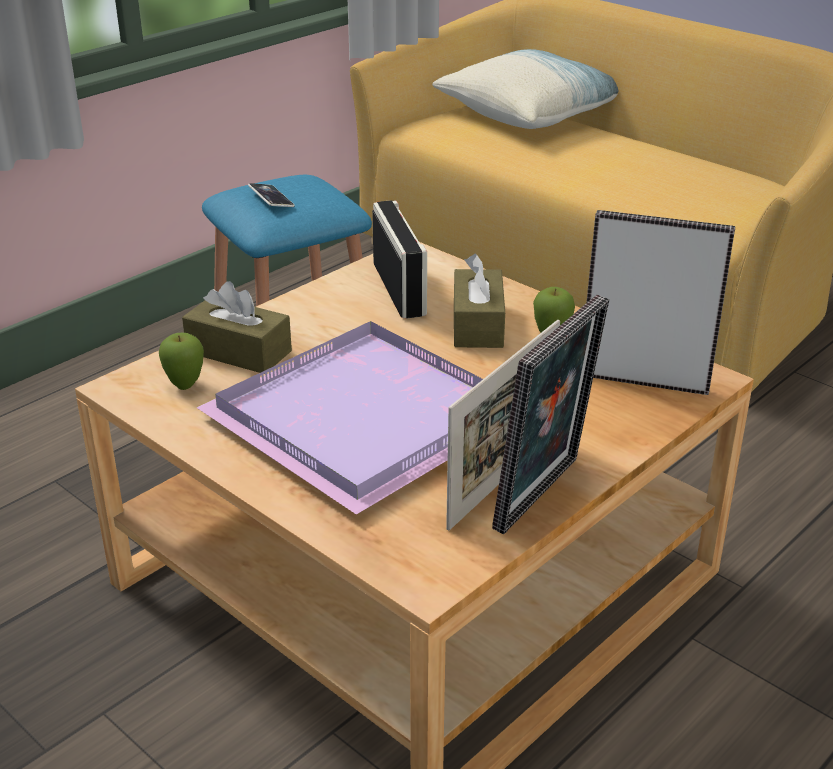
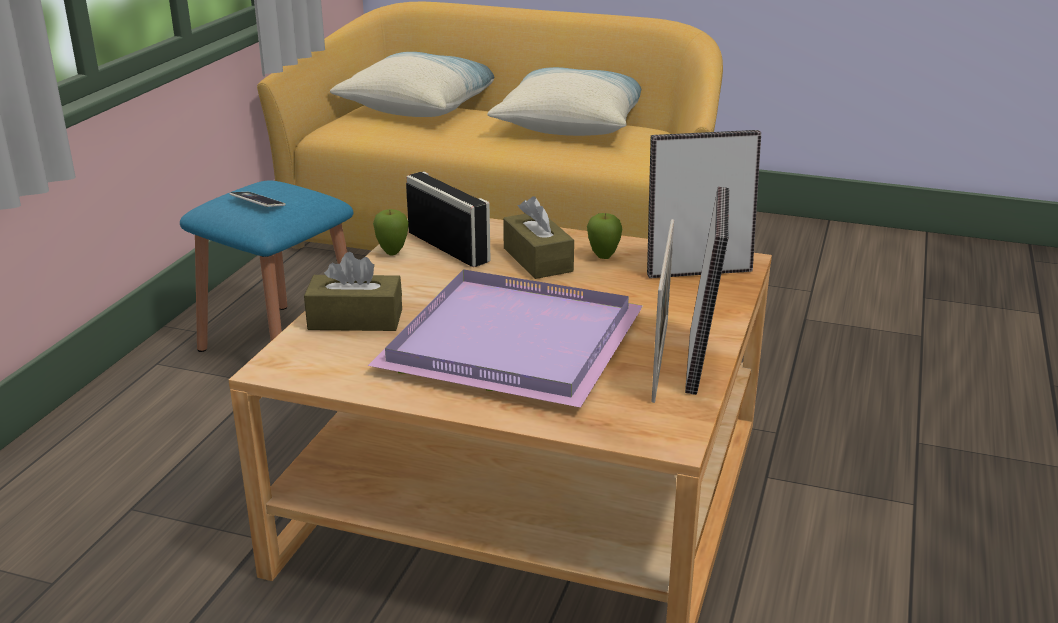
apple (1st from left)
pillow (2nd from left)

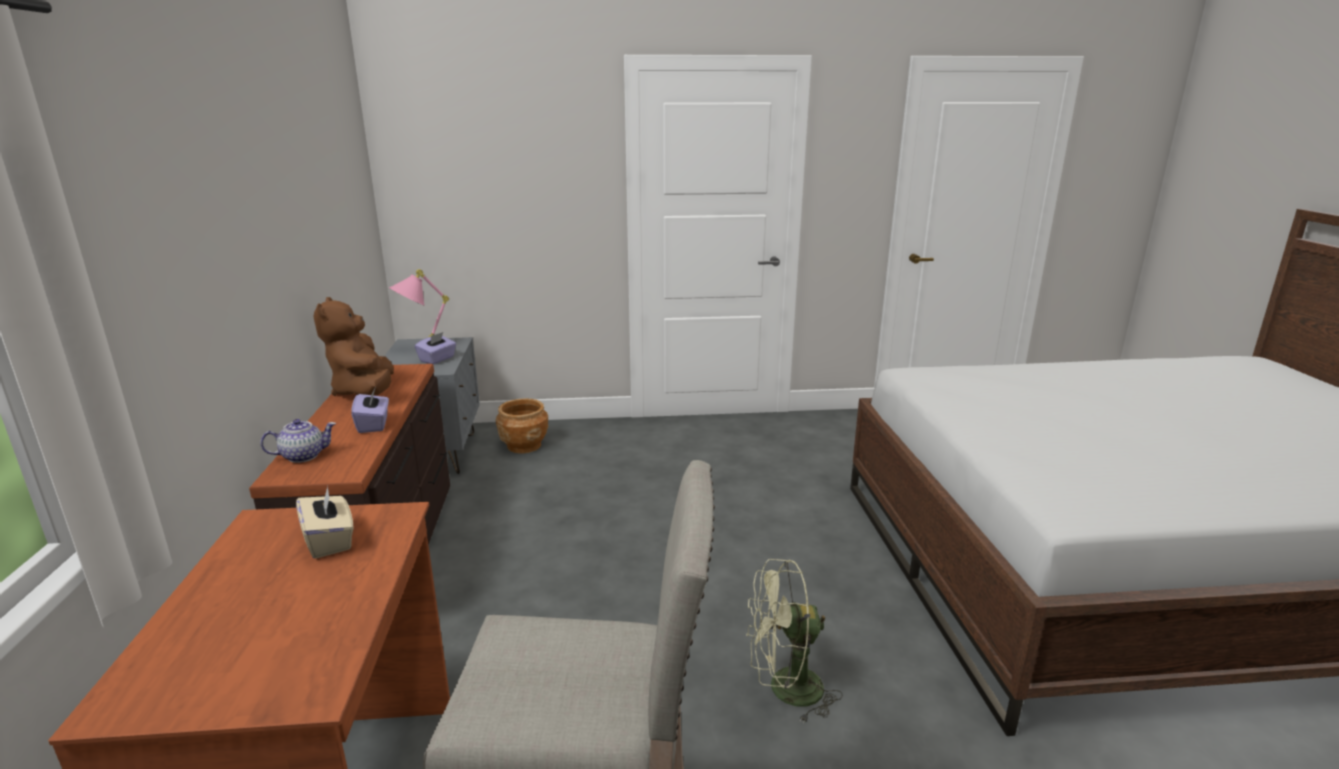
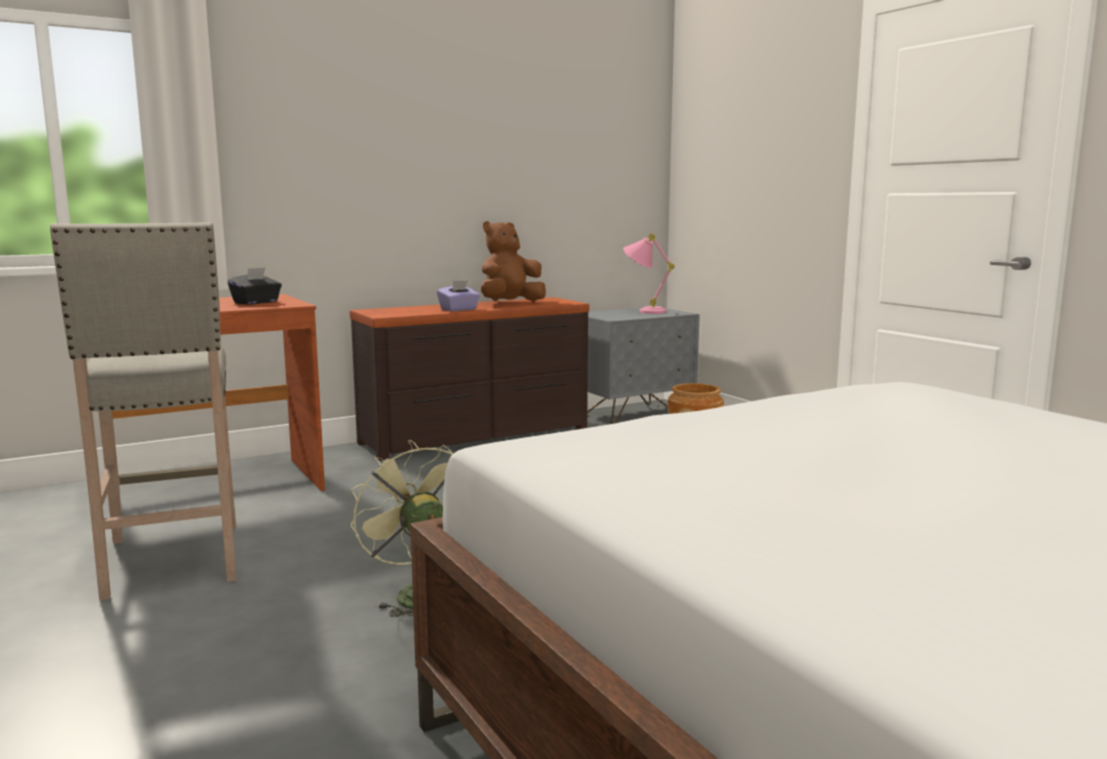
purple tissue box (2nd from left in the first image)
teapot
black tissue box

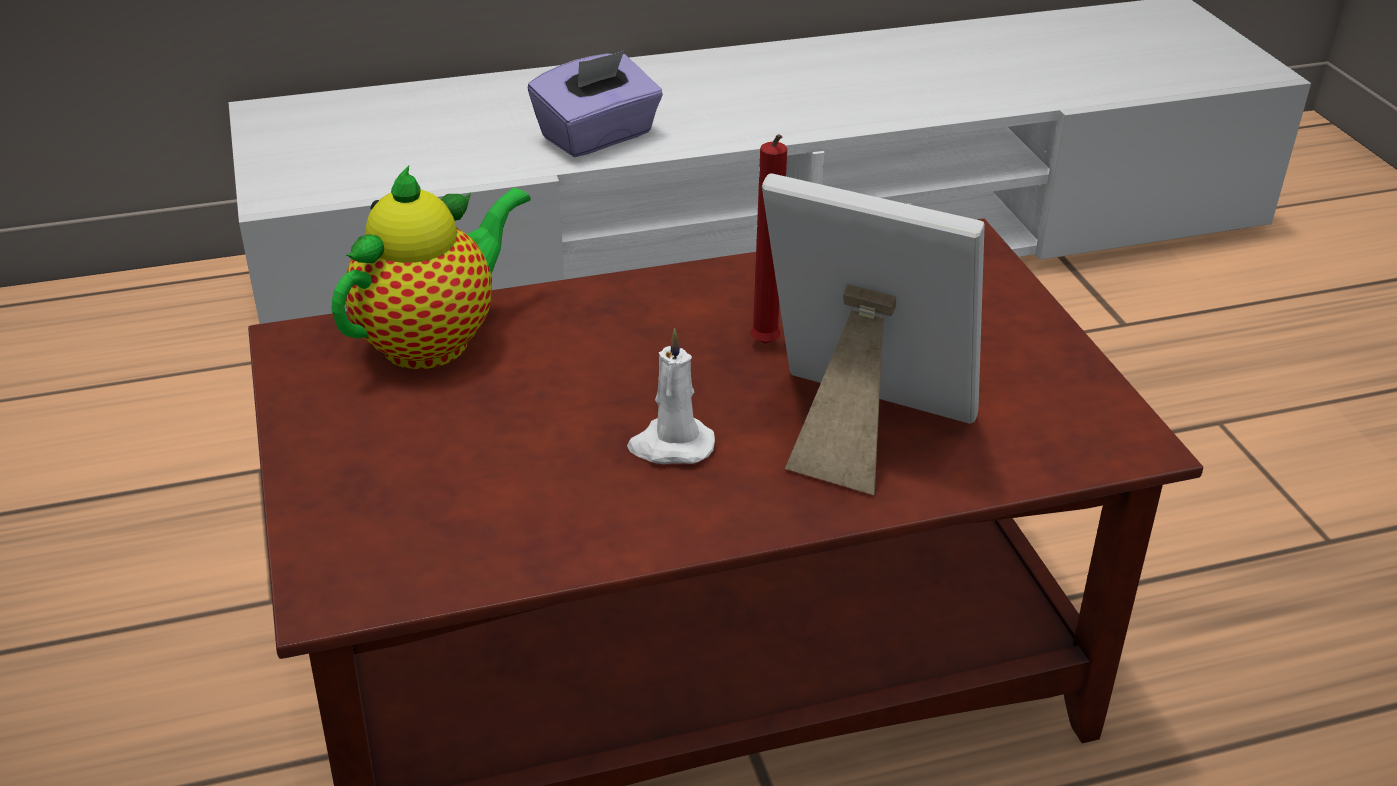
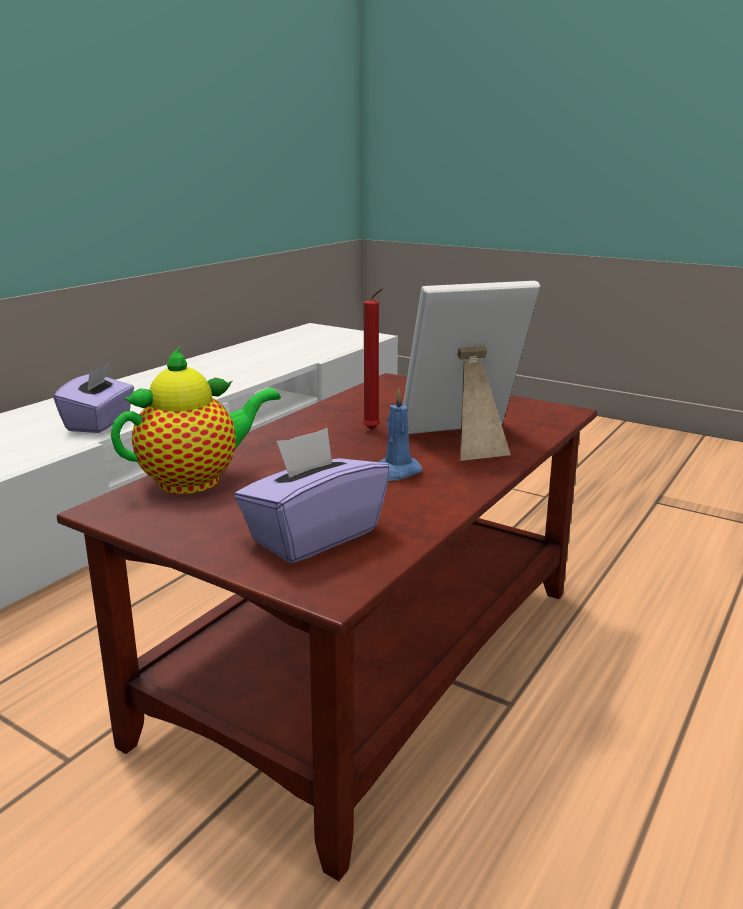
teapot
blue candle
purple tissue box (2nd from left)

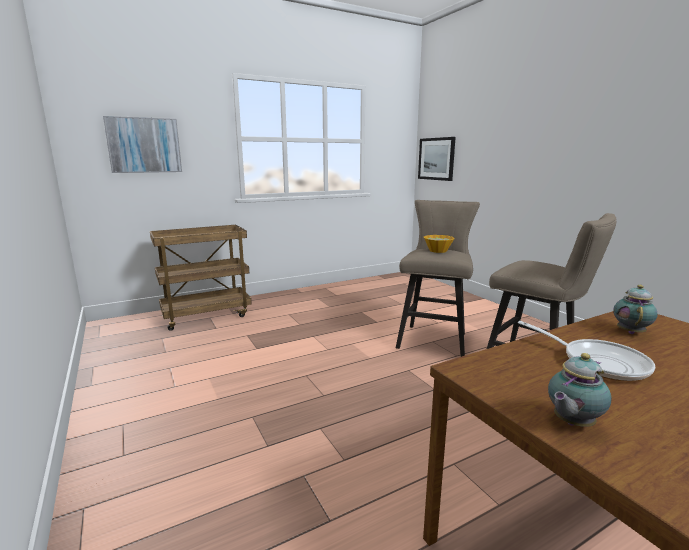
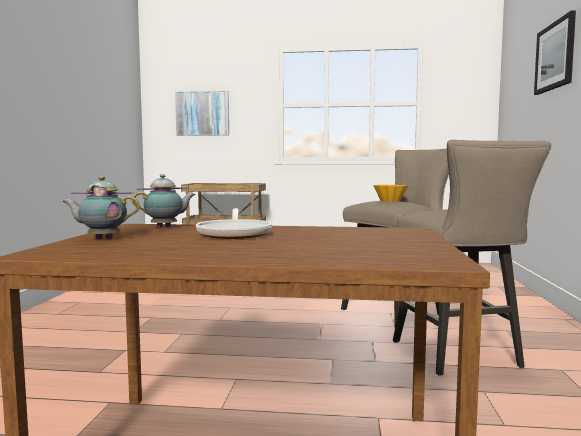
picture (2nd from left)
teapot (2nd from left)

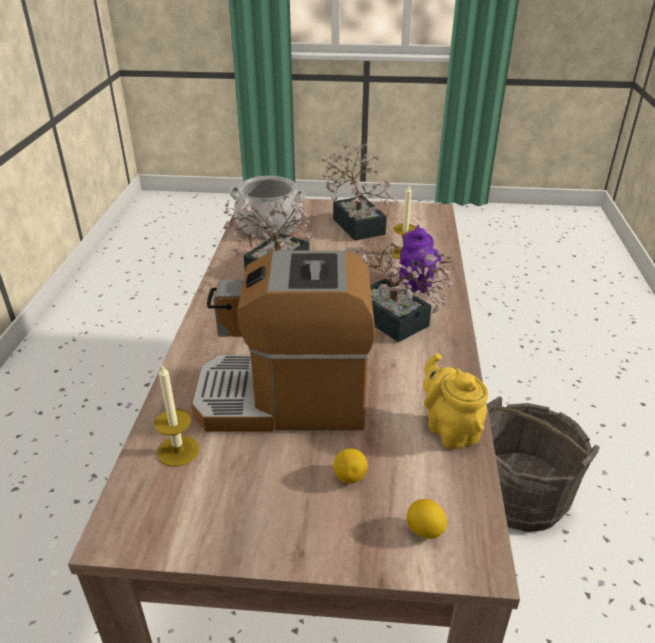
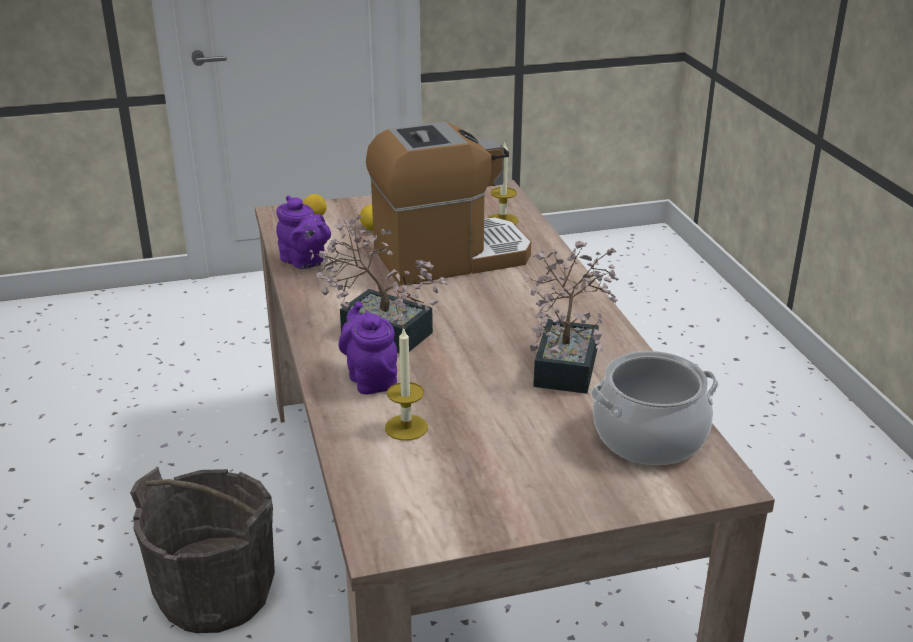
potted plant (2nd from left in the first image)
purple teapot (1st from left)

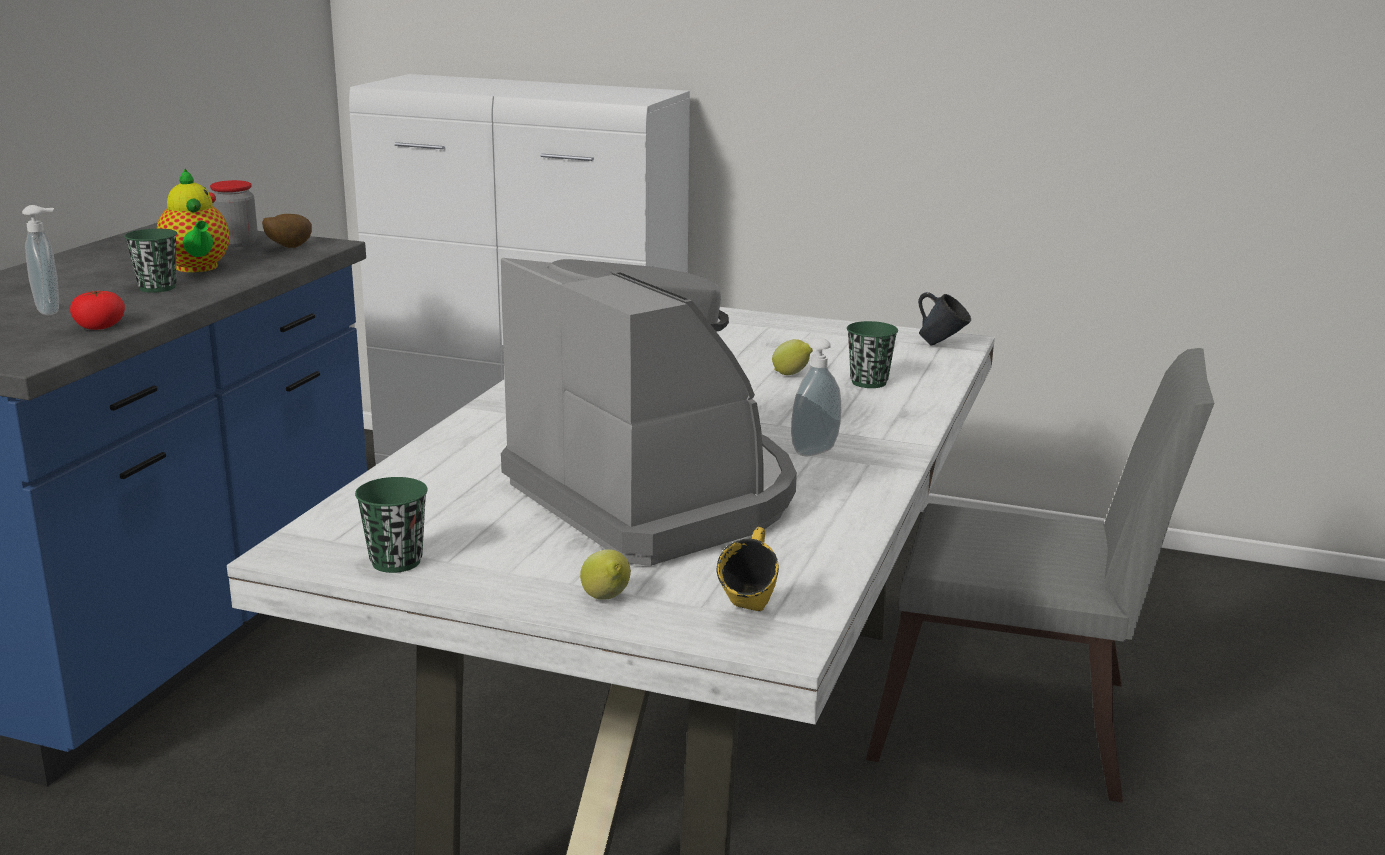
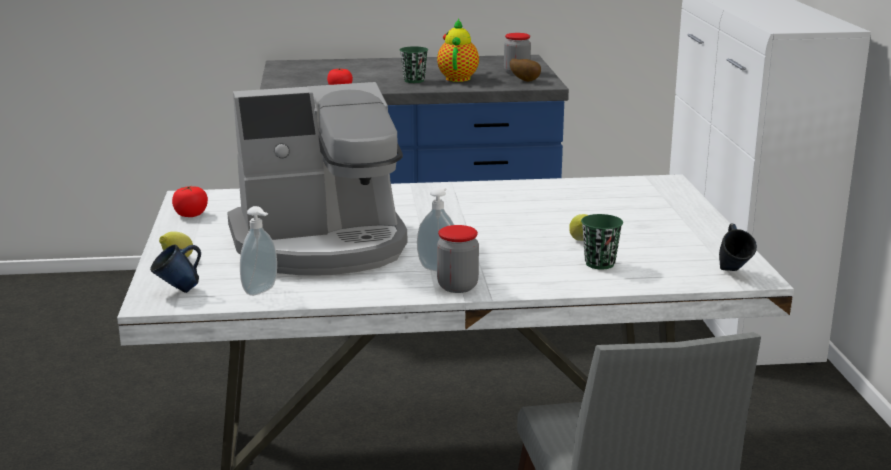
teapot
soap dispenser (1st from left)
coffee machine
tomato (1st from left)
blue mug (1st from left)
jar (1st from left)

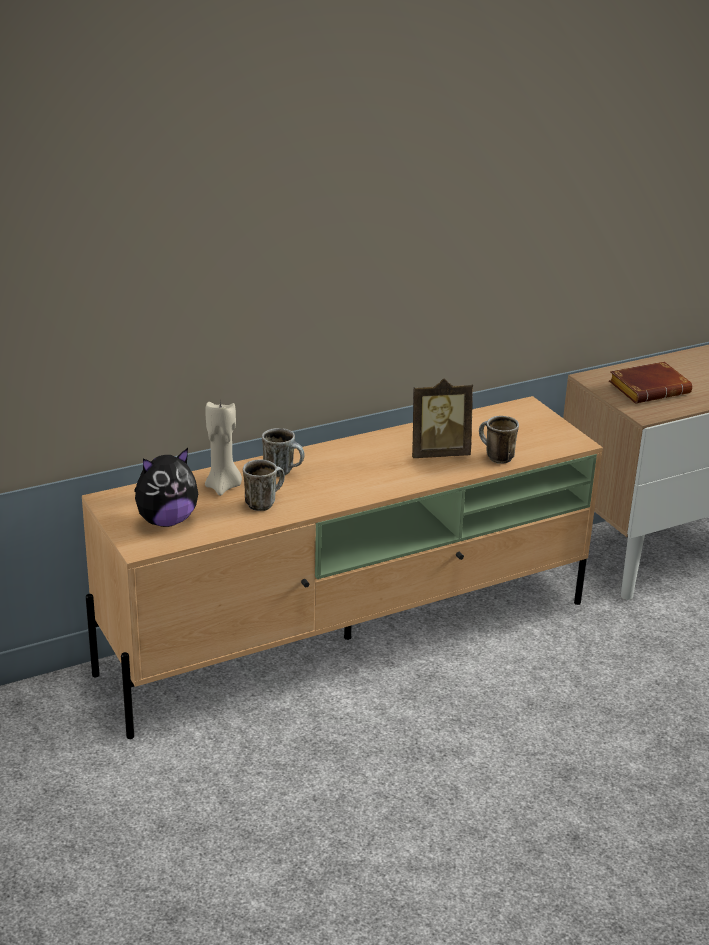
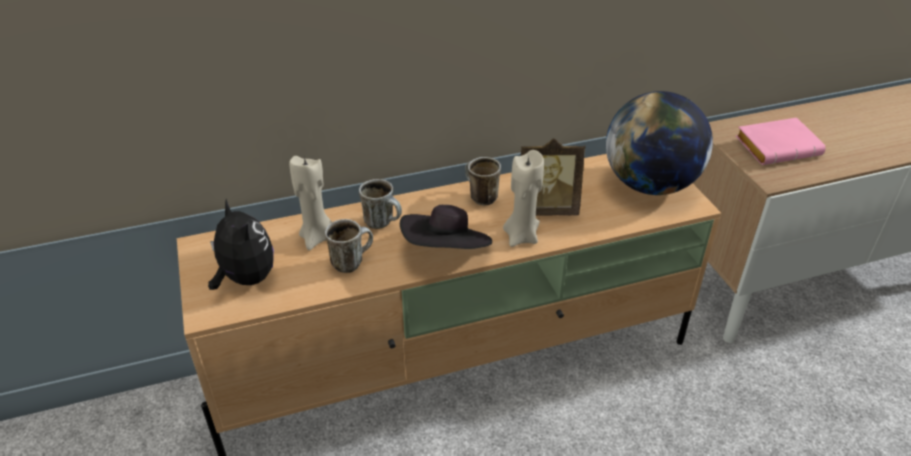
pink book
mug (3rd from left)
plush toy
globe
beige candle (2nd from left)
black hat

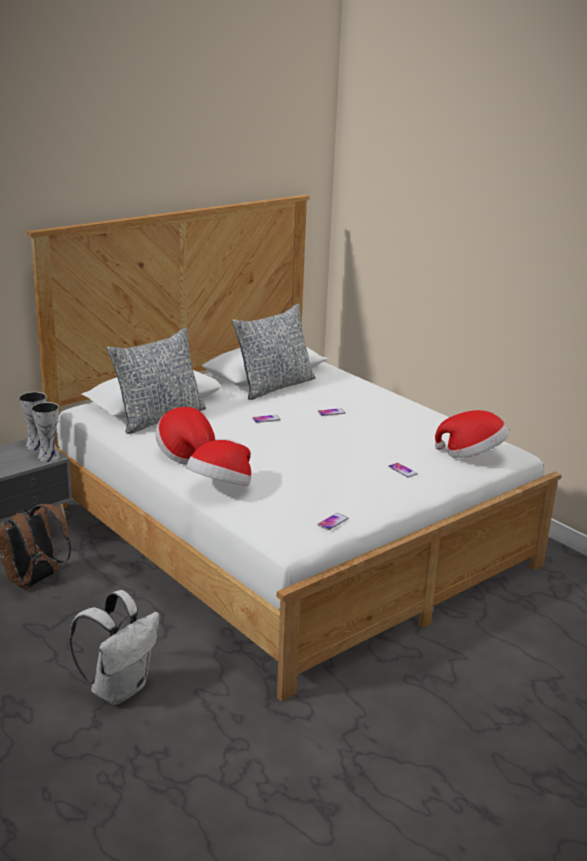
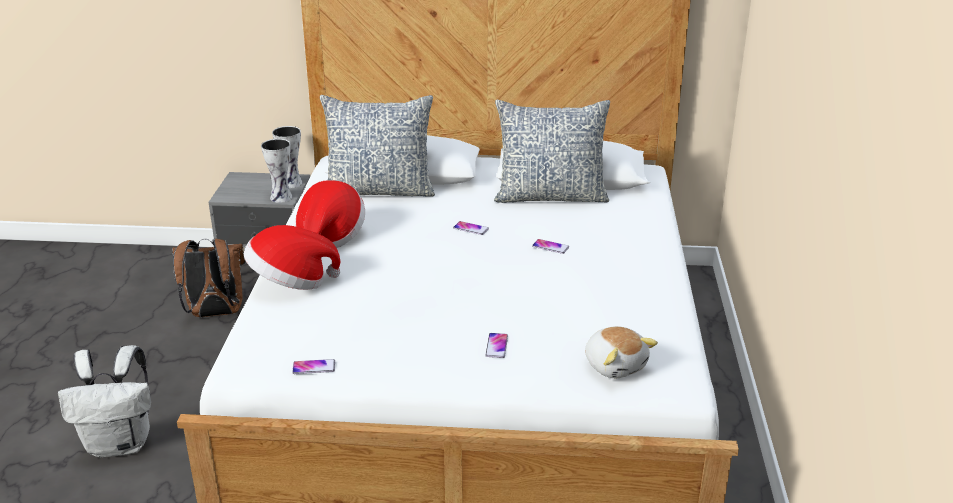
plush toy

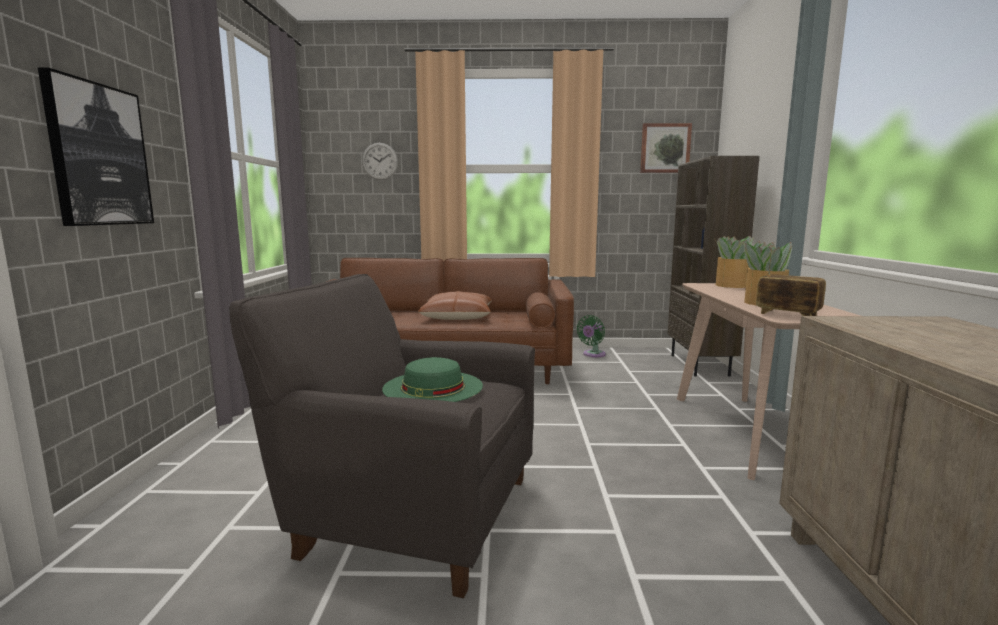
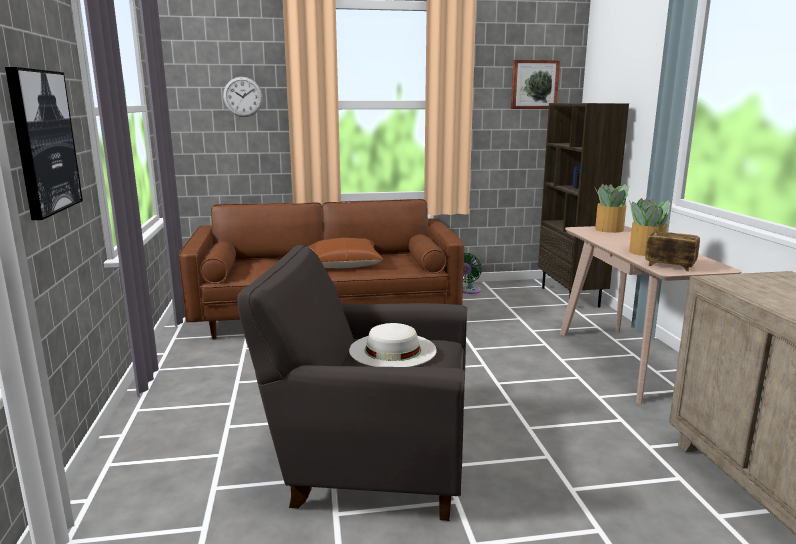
white hat

